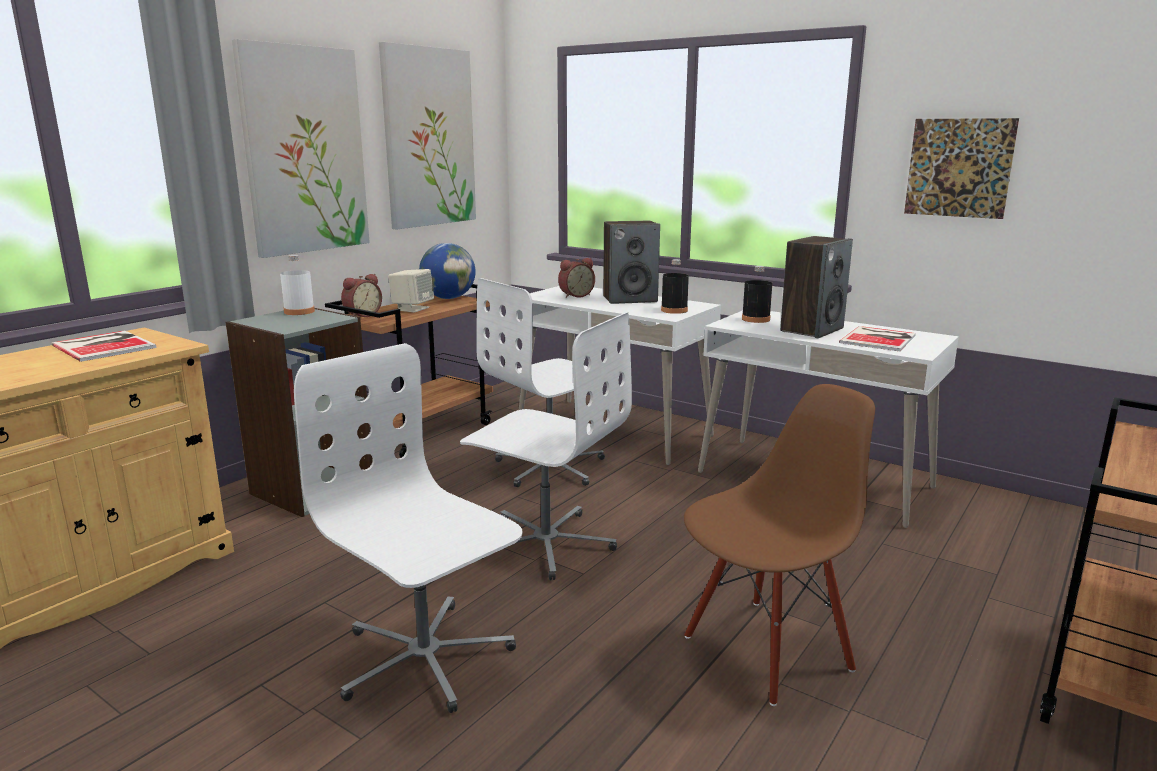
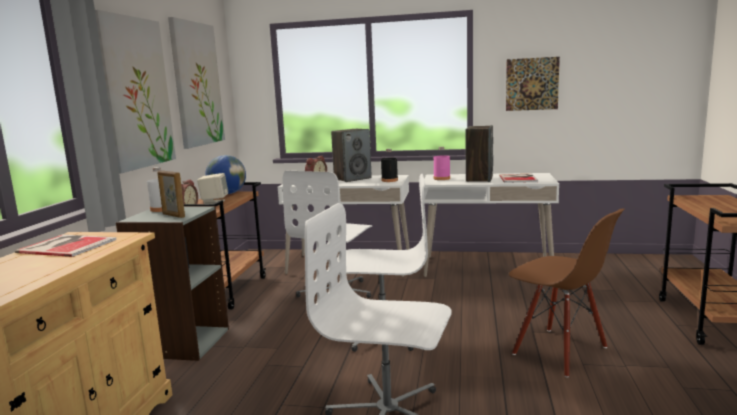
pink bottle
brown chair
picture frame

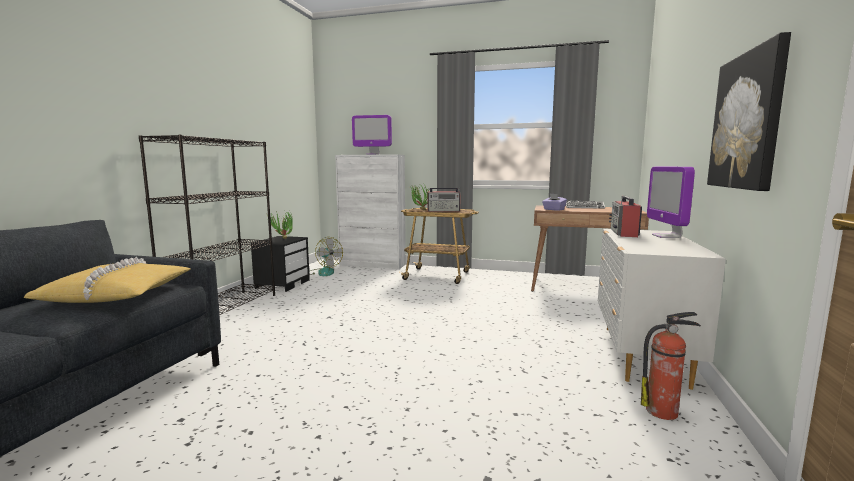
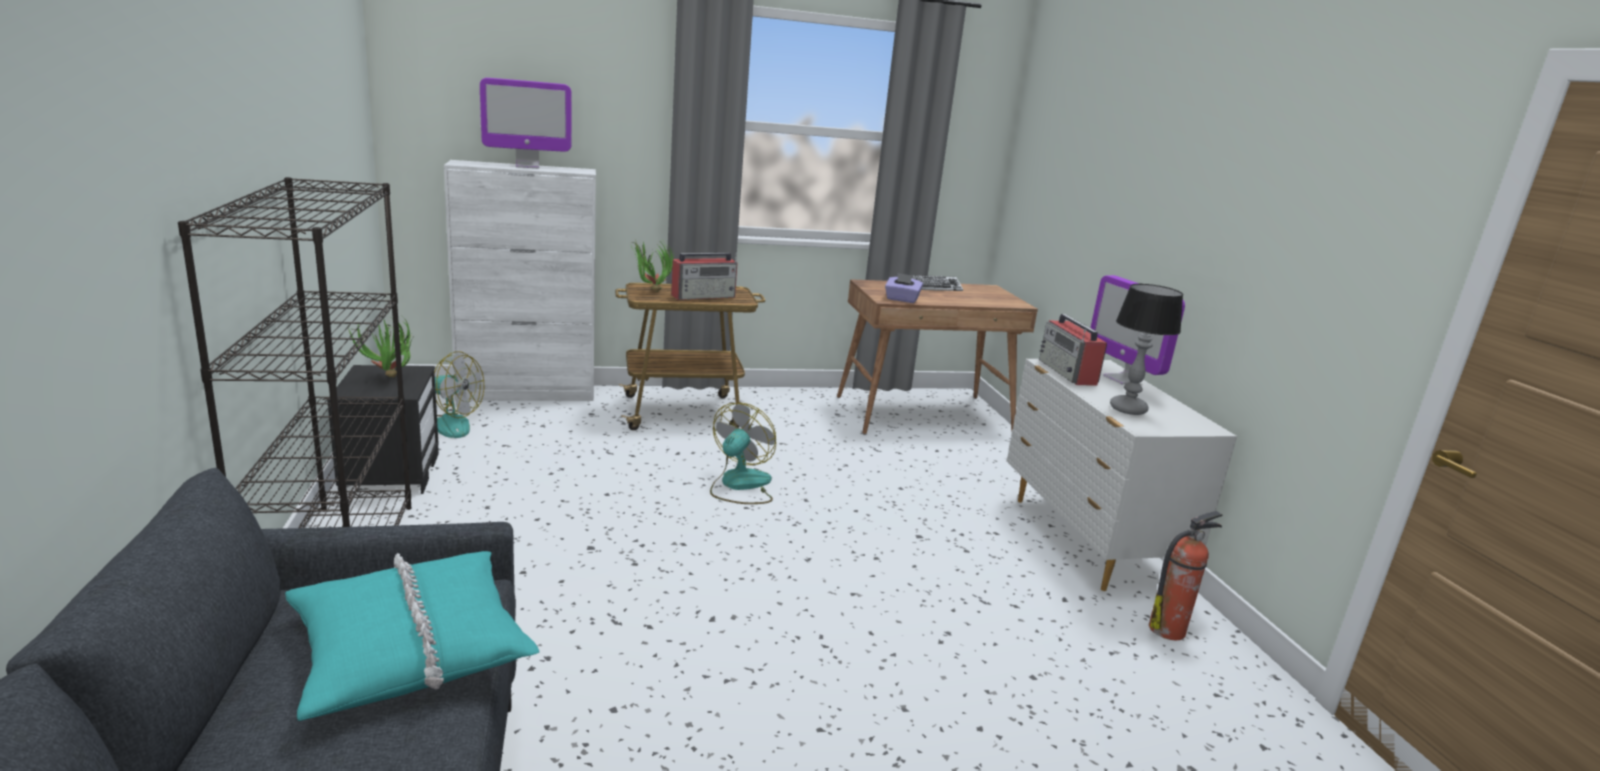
picture
turquoise pillow
table lamp
fan (2nd from left)

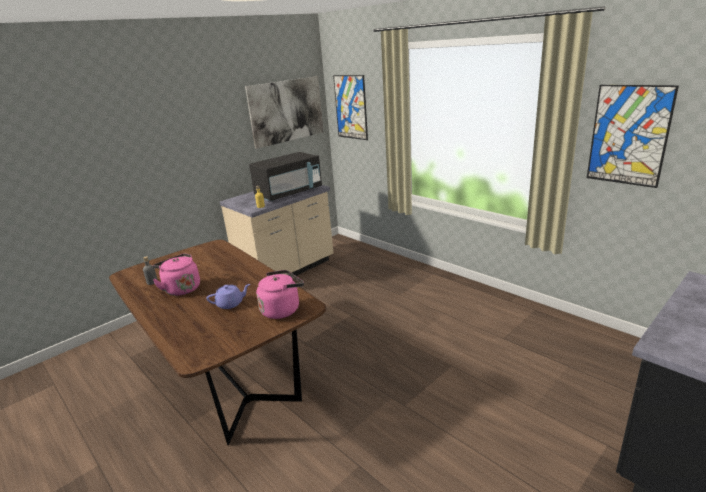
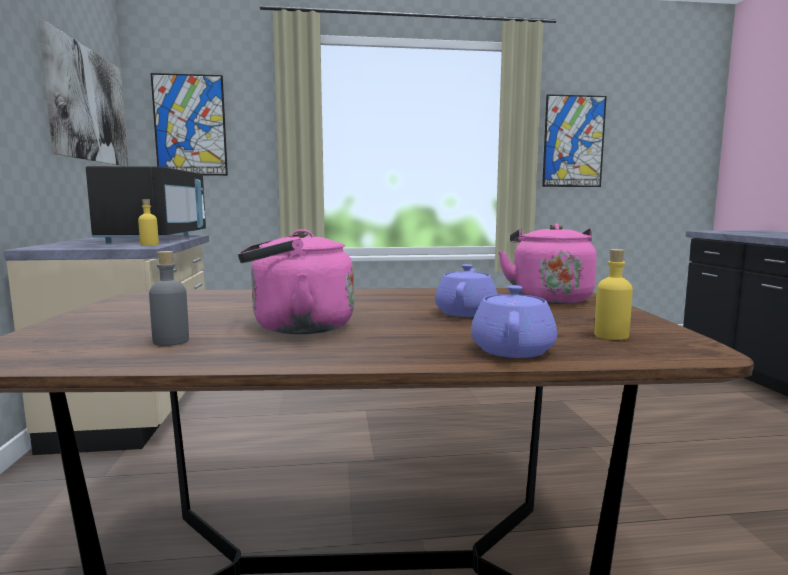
yellow bottle (2nd from left)
purple teapot (2nd from left)

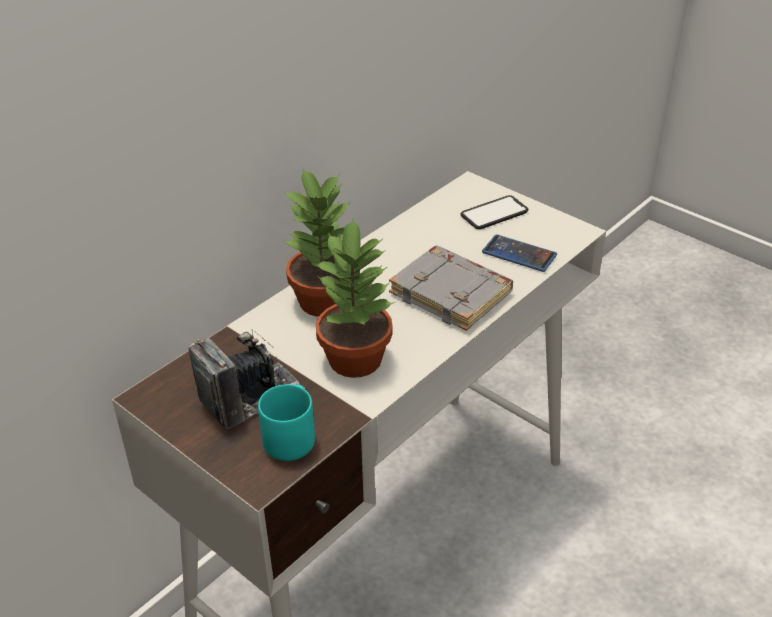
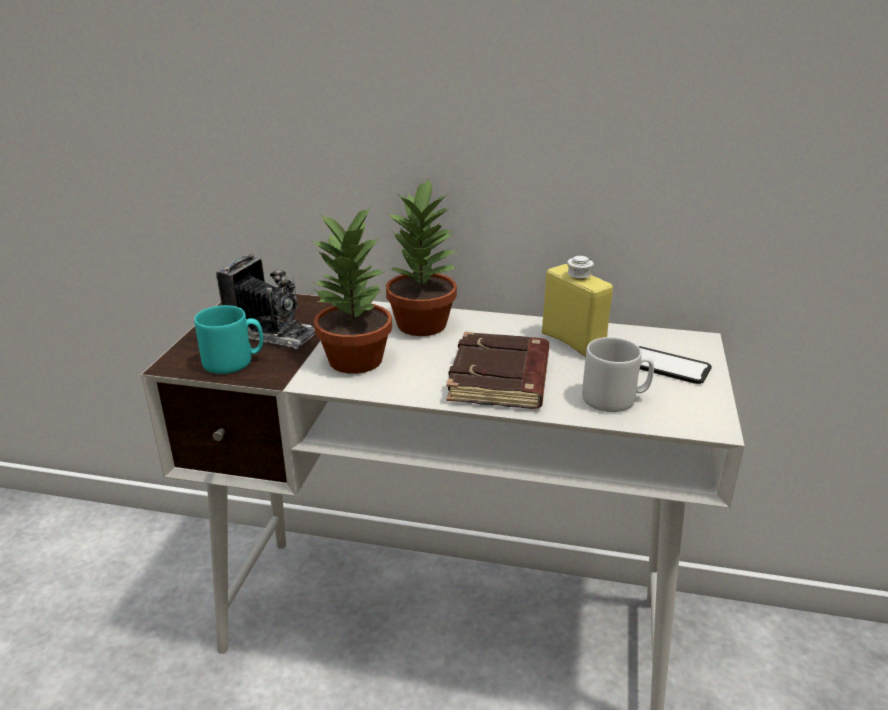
grey mug
brown book
yellow bottle

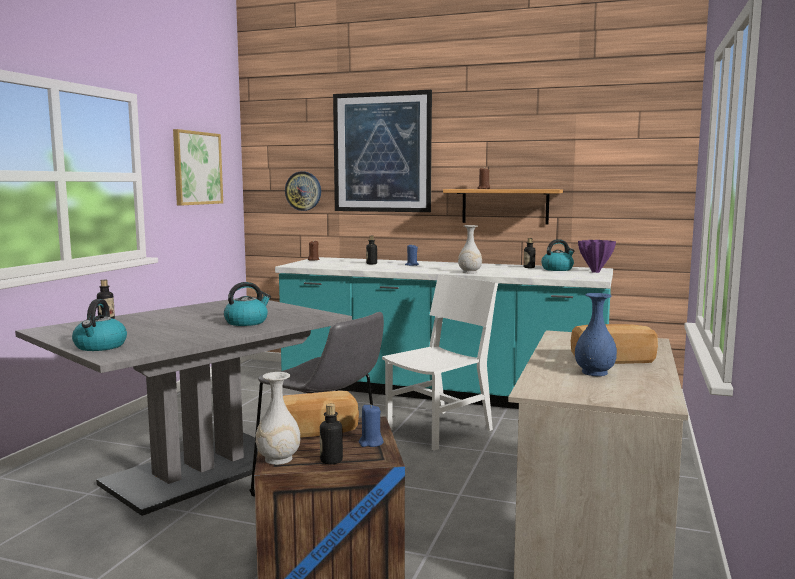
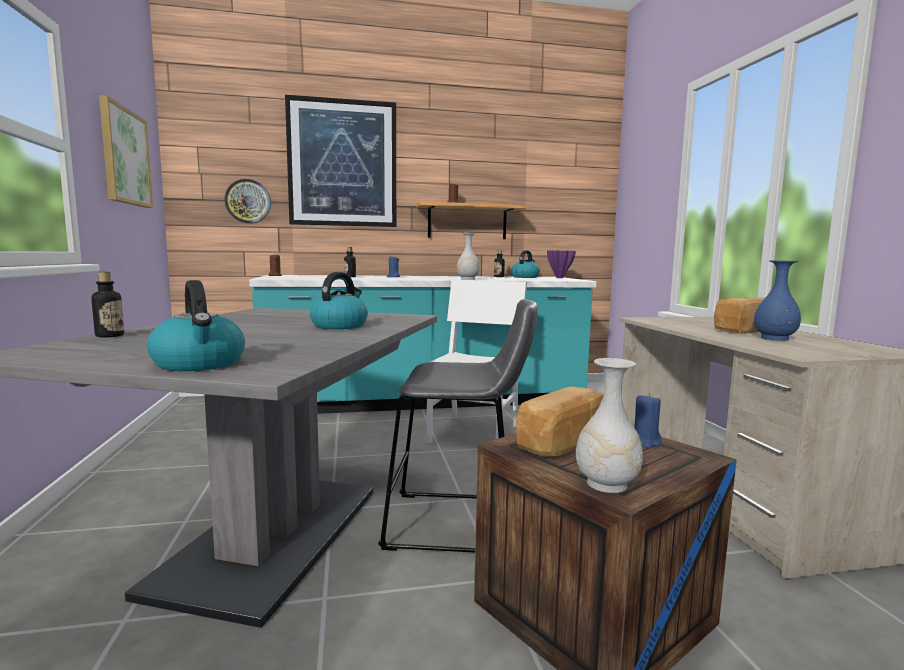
bottle (2nd from left in the first image)

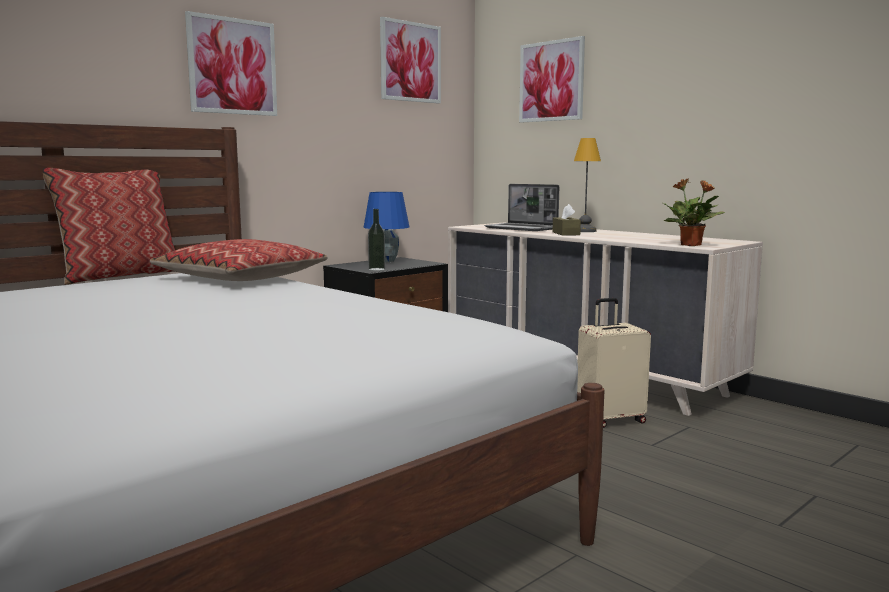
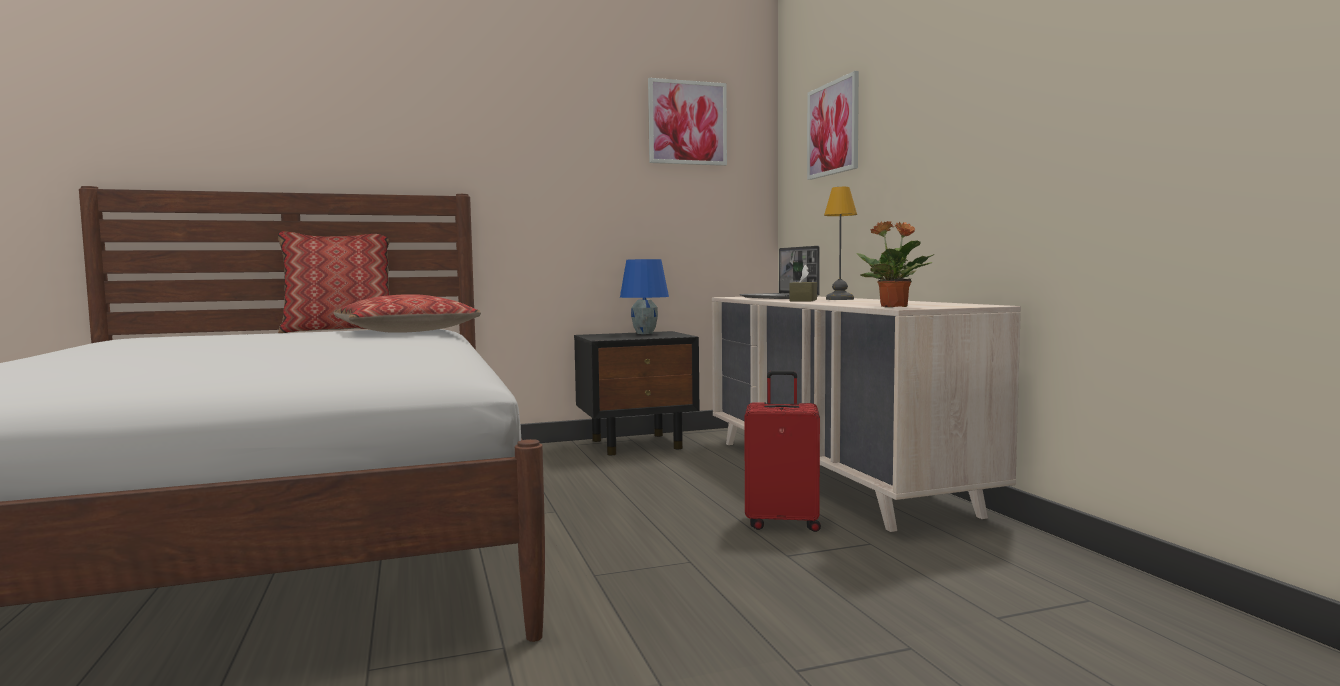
picture (1st from left in the first image)
bottle
red suitcase

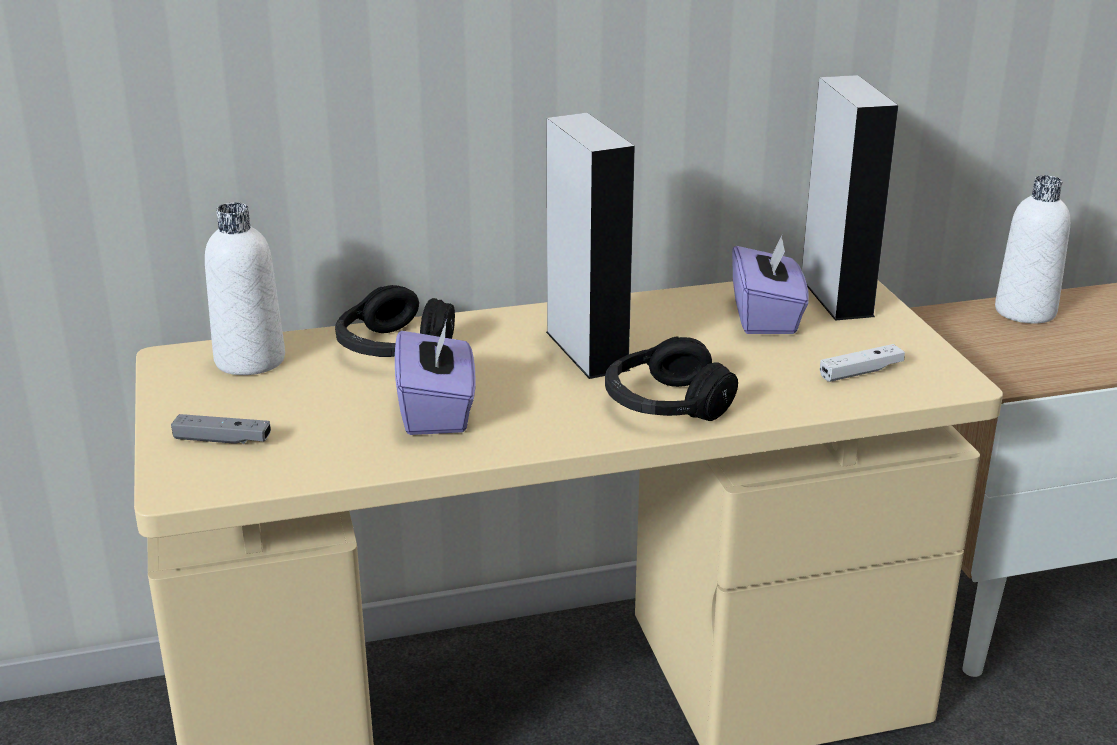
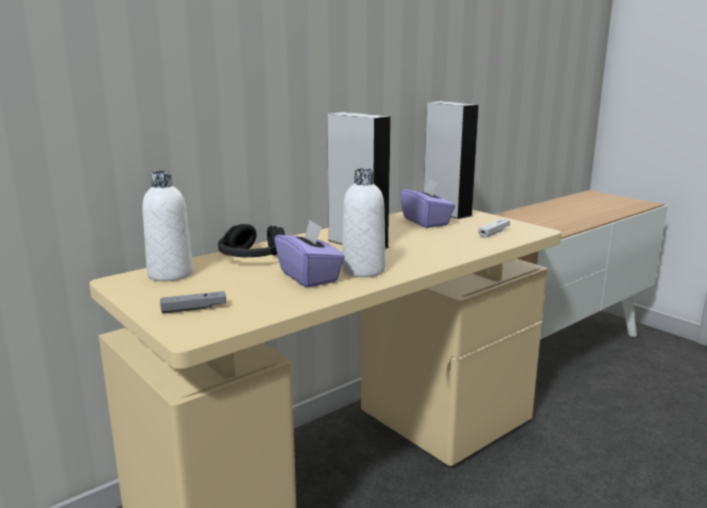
white bottle (2nd from left)
black headphones (2nd from left in the first image)

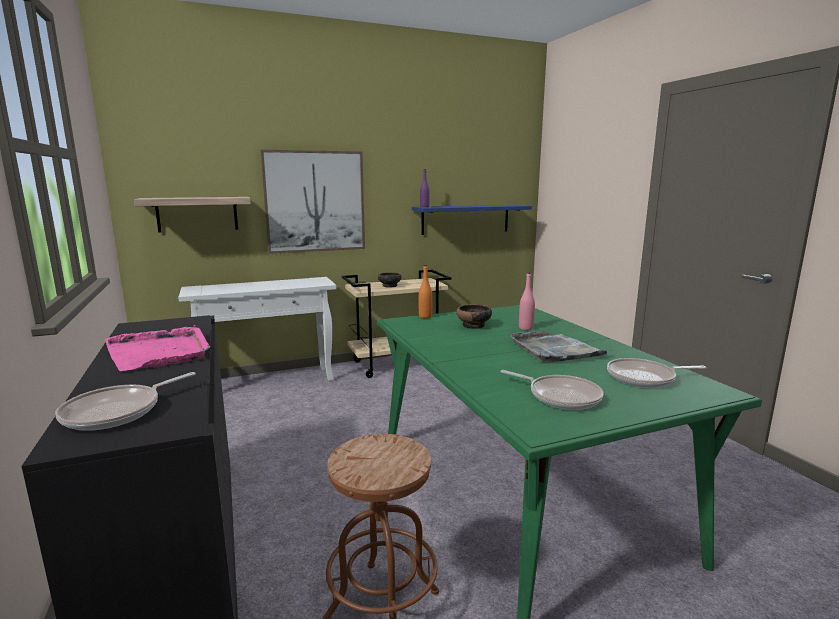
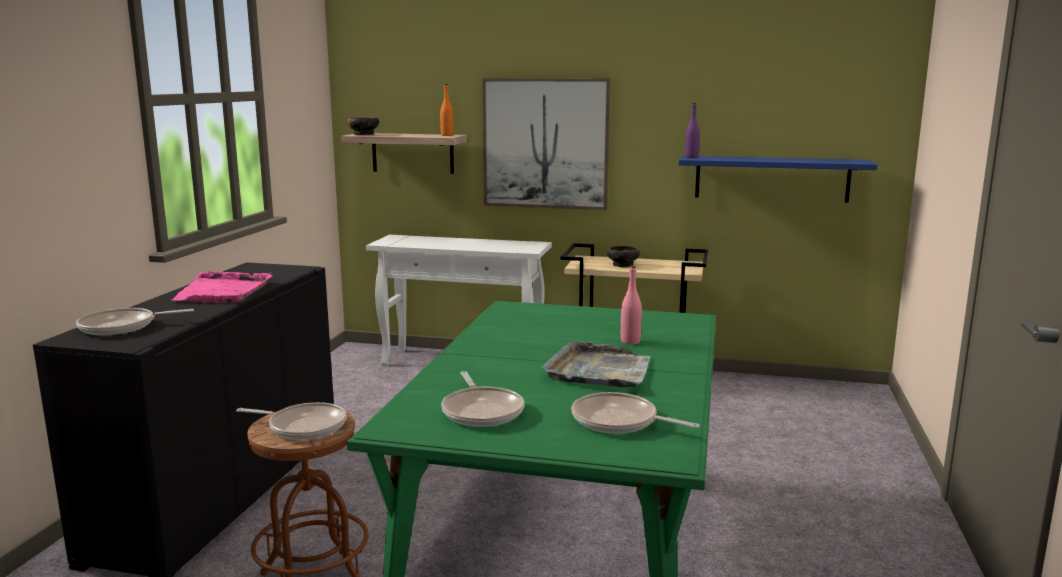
orange bottle
bowl (1st from left)
frying pan (2nd from left)

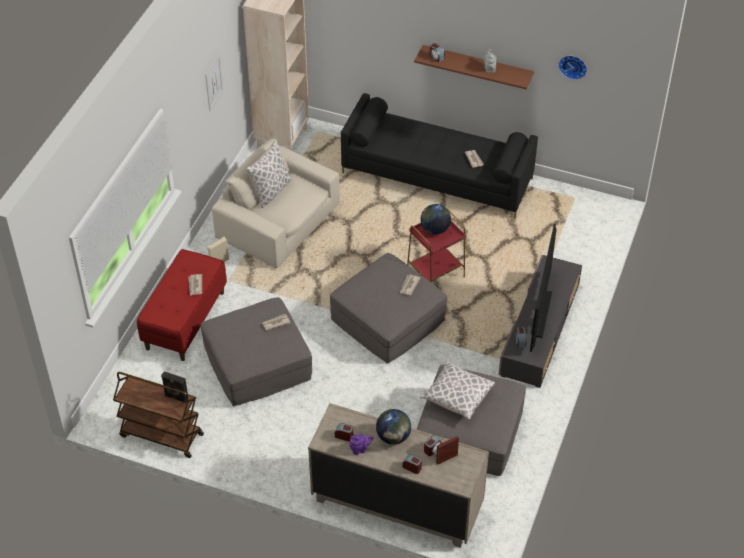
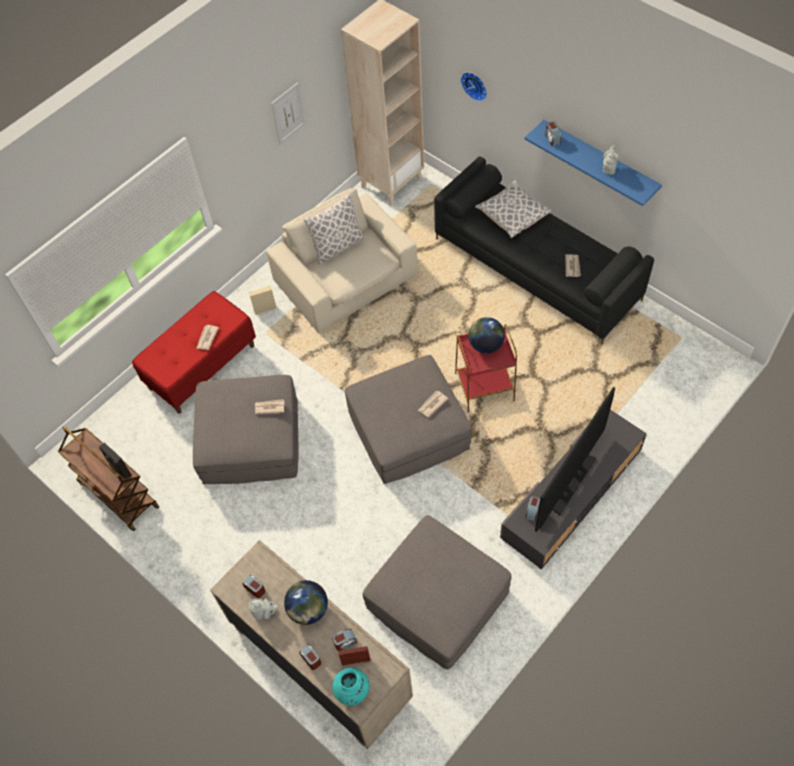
blue shelf
wall clock
pillow (2nd from left)
grey teapot (1st from left)
turquoise vase

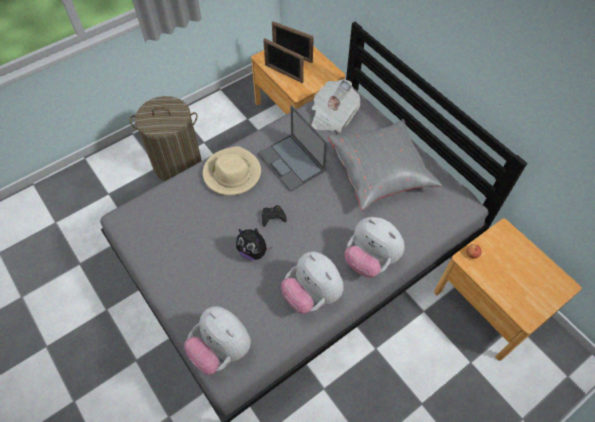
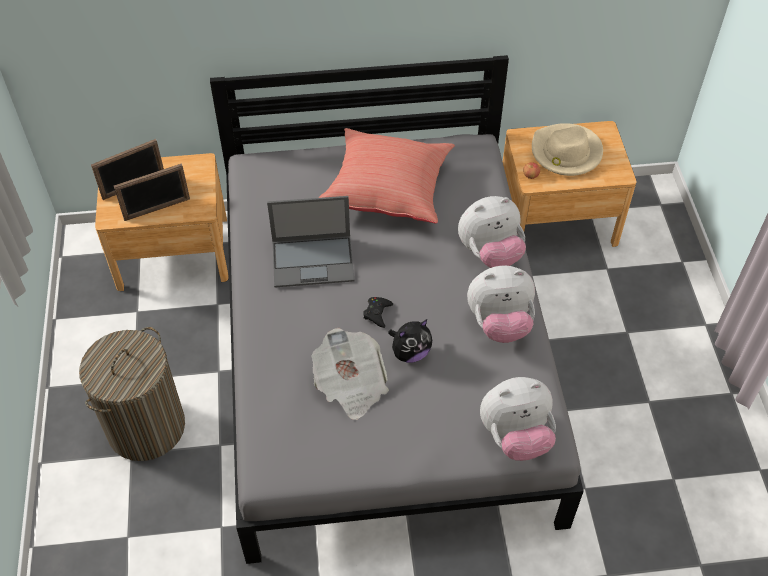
newspaper
red pillow
beige hat

